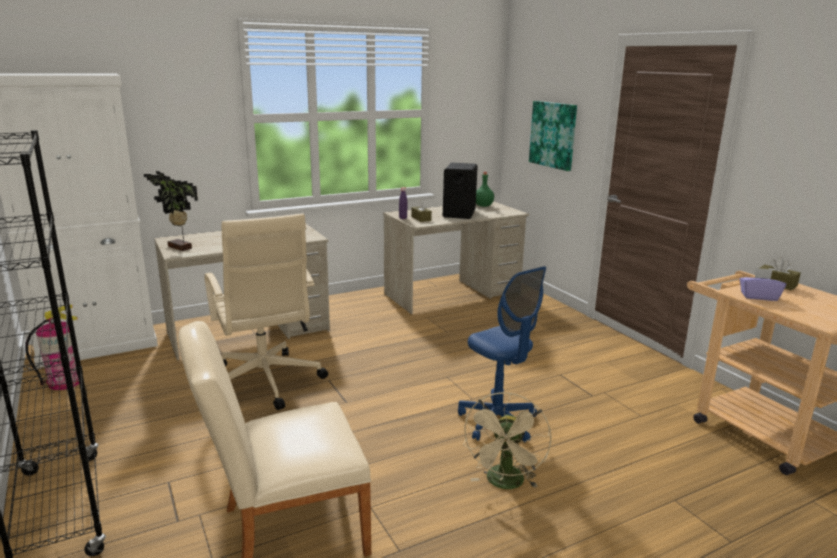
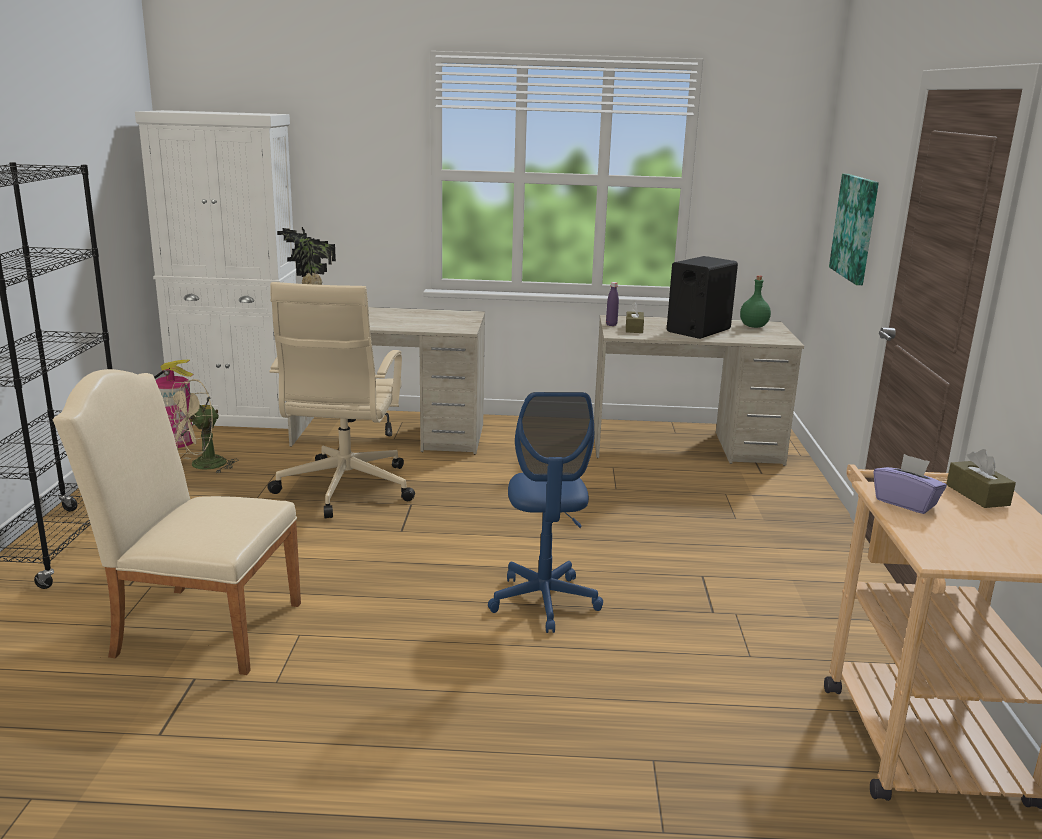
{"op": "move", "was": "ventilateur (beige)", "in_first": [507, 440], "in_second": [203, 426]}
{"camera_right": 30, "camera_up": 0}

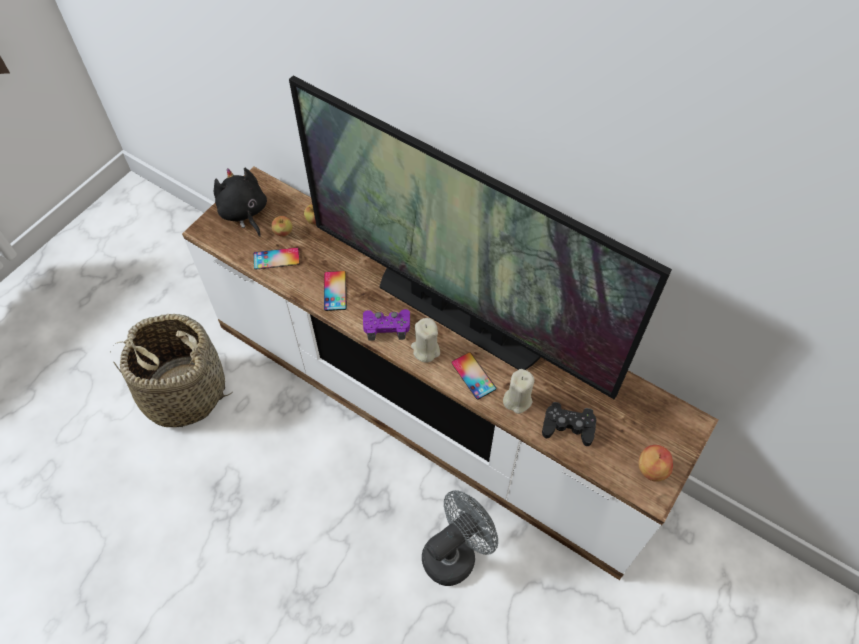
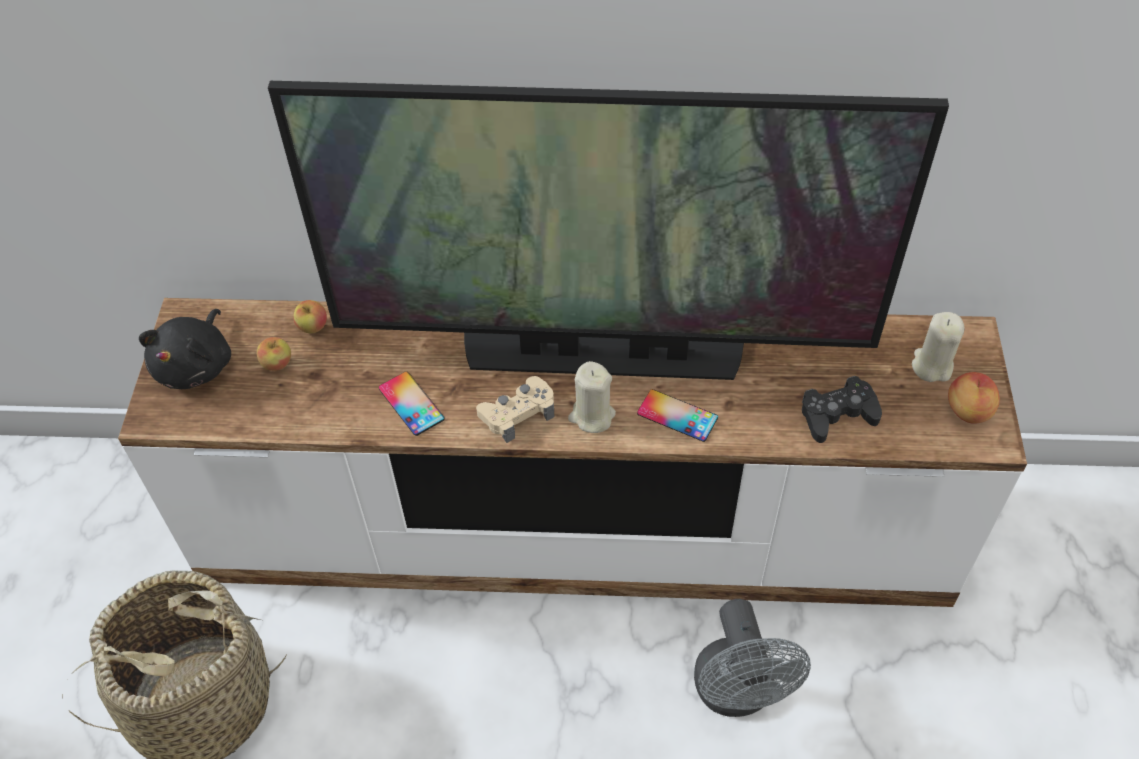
{"op": "rotate", "was": "peluche (noir)", "in_first": [240, 202], "in_second": [185, 349], "clockwise": -105}
{"op": "delete", "was": "téléphone", "in_first": [277, 259]}
{"op": "recolor", "was": "manette (violet)", "now": "manette (beige)", "in_first": [386, 325], "in_second": [515, 409]}
{"op": "move", "was": "bougie (beige)", "in_first": [519, 391], "in_second": [938, 347]}
{"op": "rotate", "was": "ventilateur (gris)", "in_first": [460, 538], "in_second": [752, 658], "clockwise": 150}
{"camera_right": -30, "camera_up": -5}

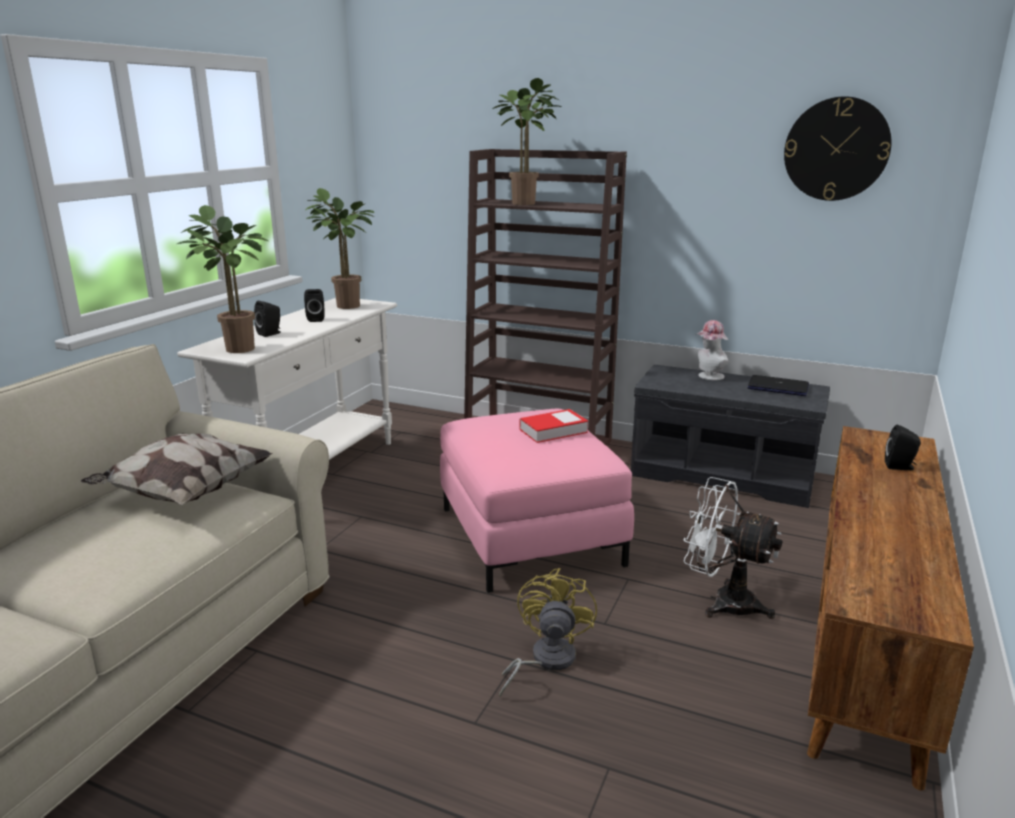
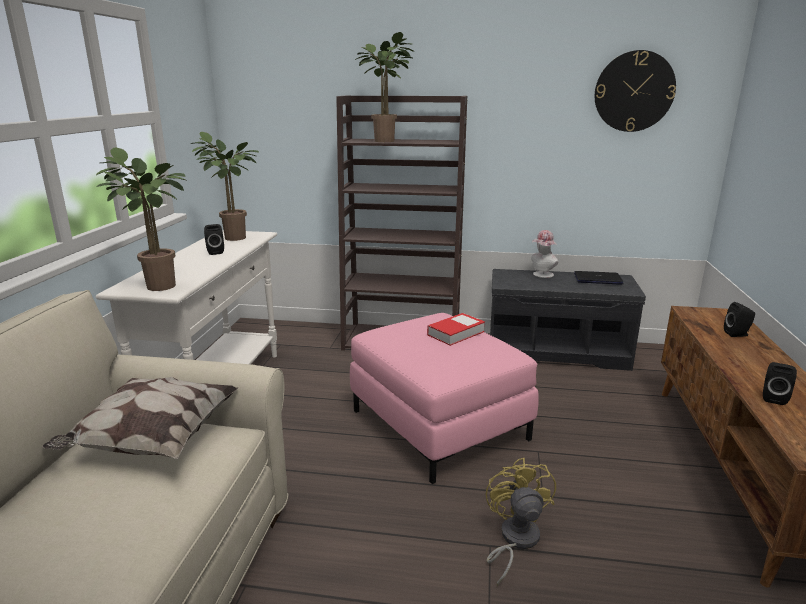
{"op": "move", "was": "enceinte (noir)", "in_first": [267, 319], "in_second": [780, 383]}
{"op": "delete", "was": "ventilateur (blanc)", "in_first": [733, 548]}
{"camera_right": -15, "camera_up": 0}

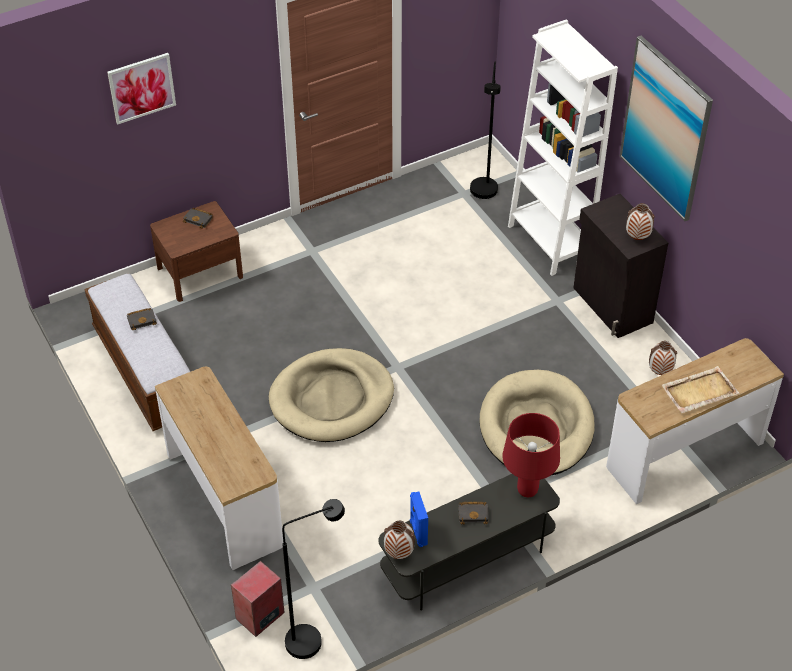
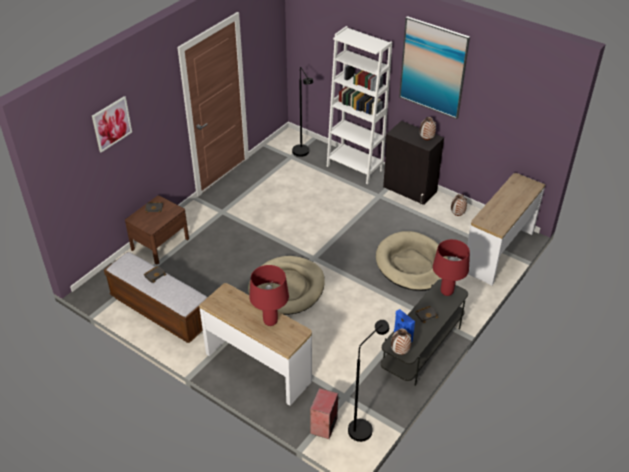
{"op": "delete", "was": "plateau (beige)", "in_first": [700, 389]}
{"op": "insert", "now": "lampe de table (rouge)", "in_second": [269, 295]}
{"camera_right": -25, "camera_up": -5}

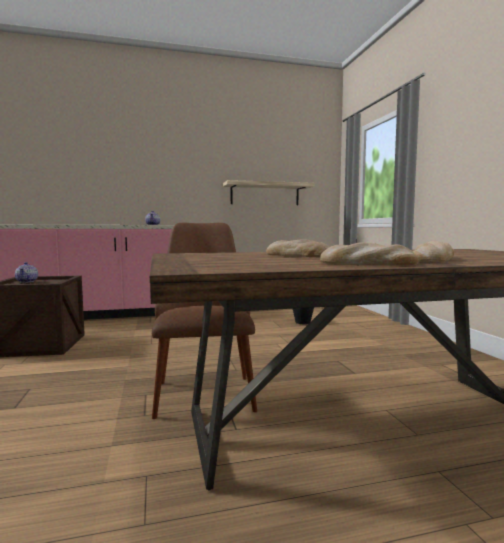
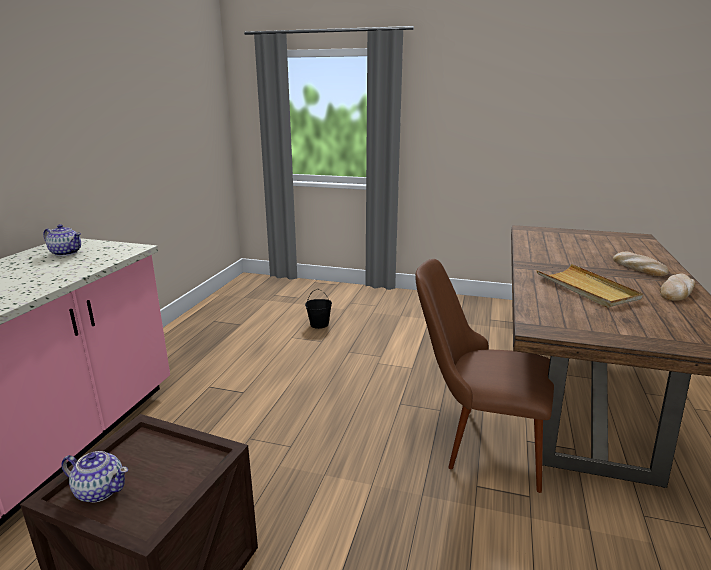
{"op": "delete", "was": "étagère", "in_first": [269, 192]}
{"op": "replace", "was": "pain", "now": "plateau (beige)", "in_first": [297, 248], "in_second": [589, 286]}
{"camera_right": -60, "camera_up": 15}

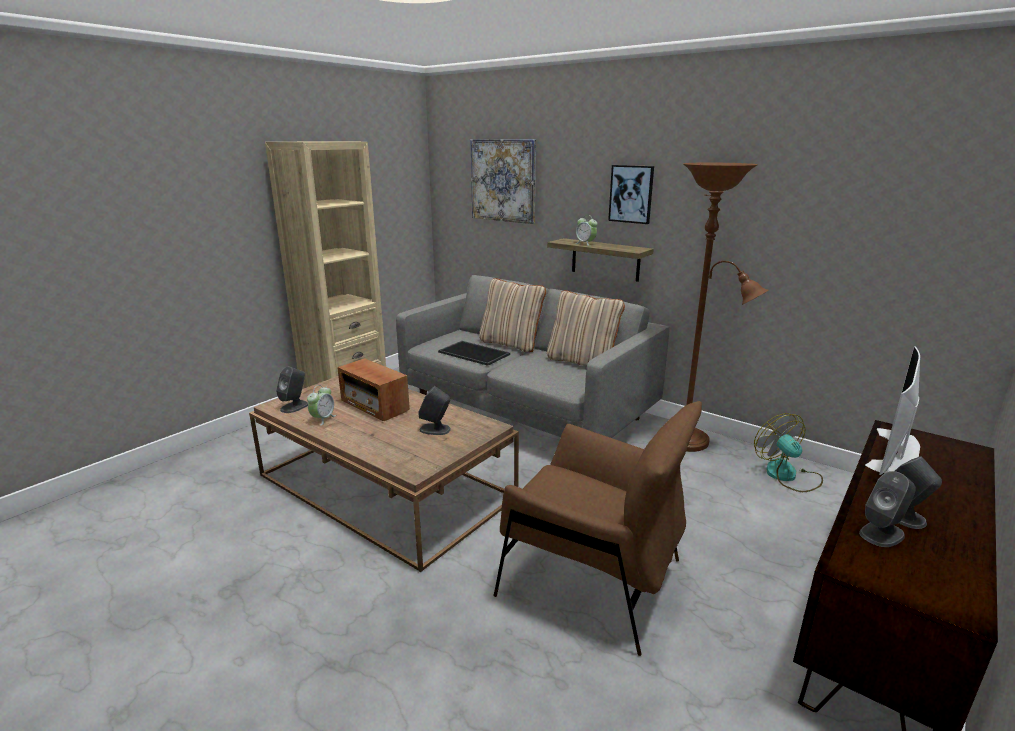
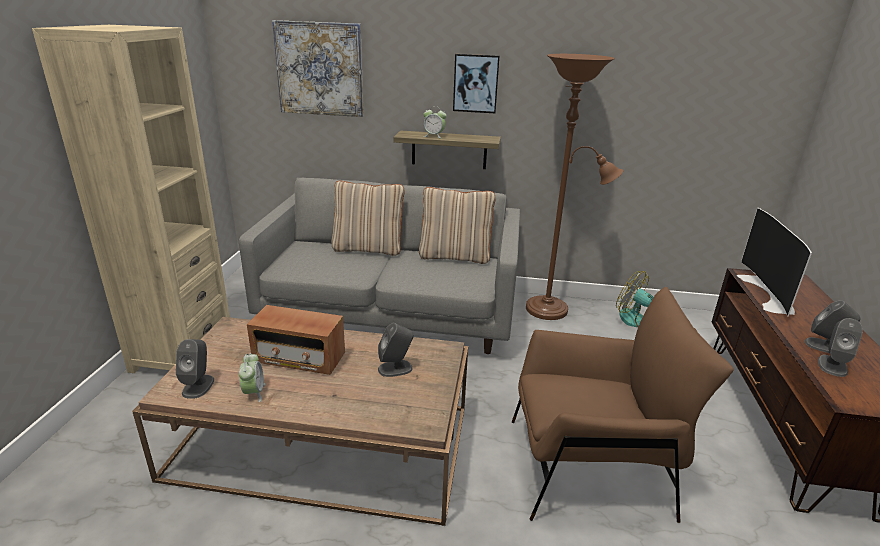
{"op": "delete", "was": "plateau", "in_first": [474, 353]}
{"camera_right": -30, "camera_up": 5}

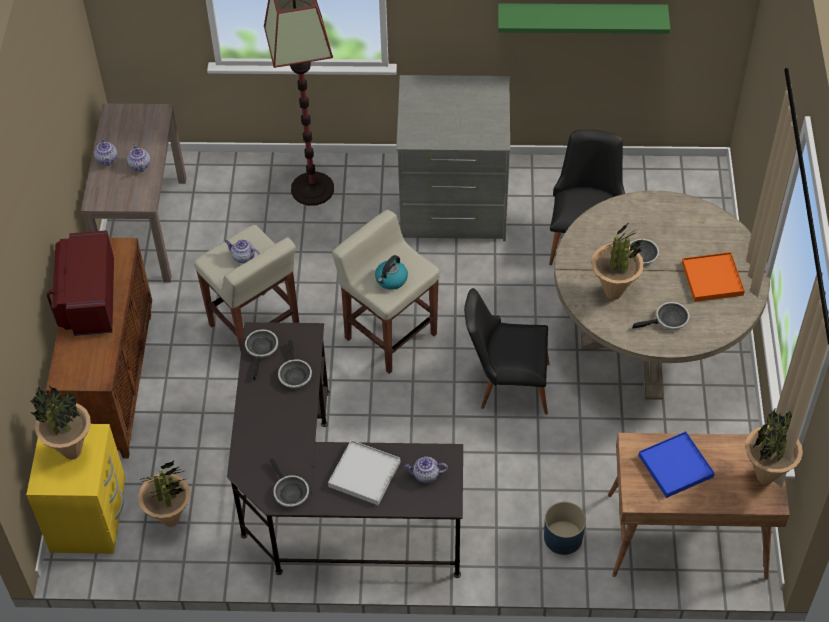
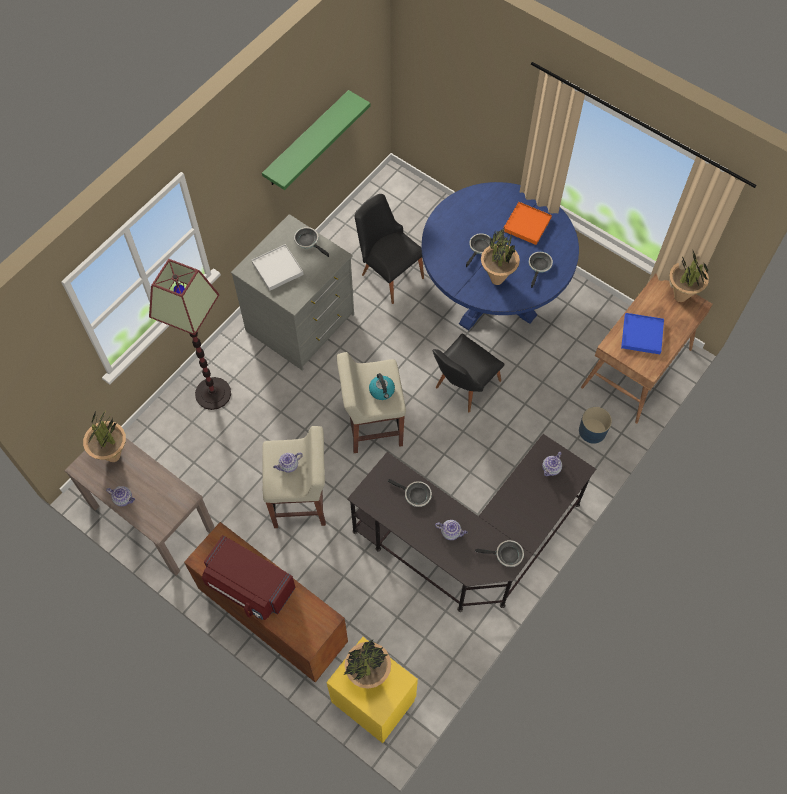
{"op": "move", "was": "théière", "in_first": [138, 157], "in_second": [451, 530]}
{"op": "recolor", "was": "table à manger (beige)", "now": "table à manger (bleu)", "in_first": [662, 295], "in_second": [500, 256]}
{"op": "move", "was": "poêle", "in_first": [261, 355], "in_second": [311, 242]}
{"op": "move", "was": "plateau (blanc)", "in_first": [364, 472], "in_second": [278, 267]}
{"op": "move", "was": "plante en pot", "in_first": [164, 494], "in_second": [104, 436]}
{"camera_right": -55, "camera_up": 10}

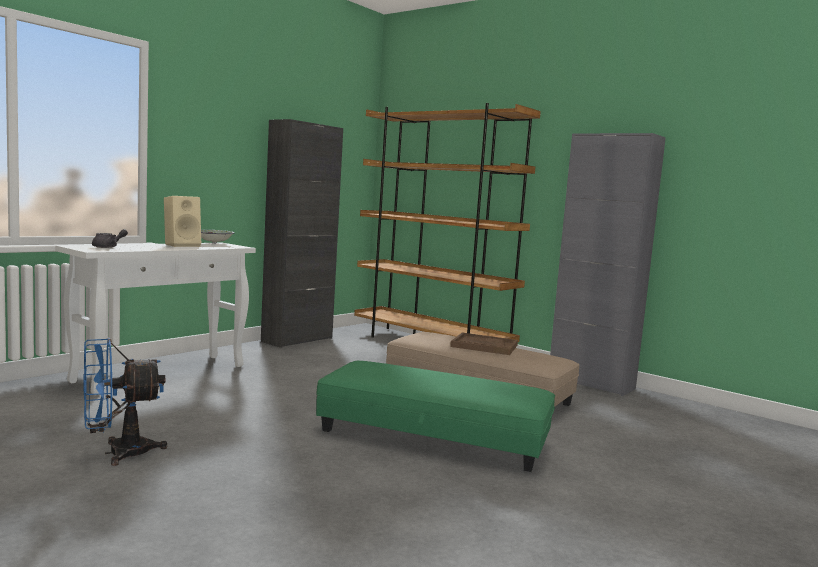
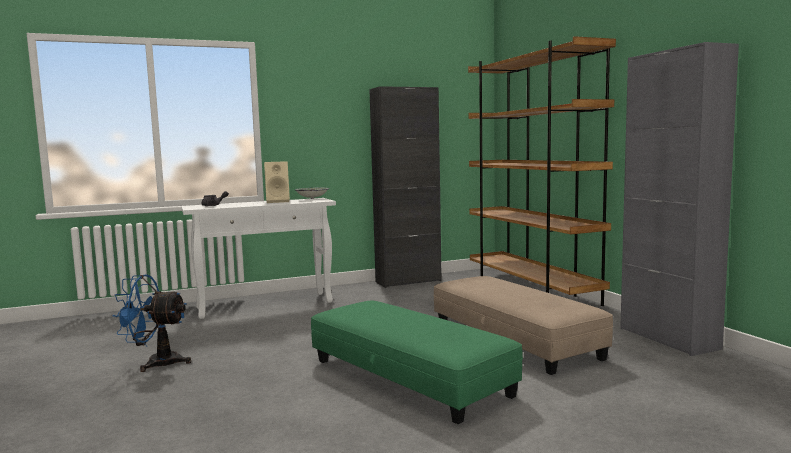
{"op": "delete", "was": "plateau (marron)", "in_first": [484, 344]}
{"camera_right": 30, "camera_up": 0}

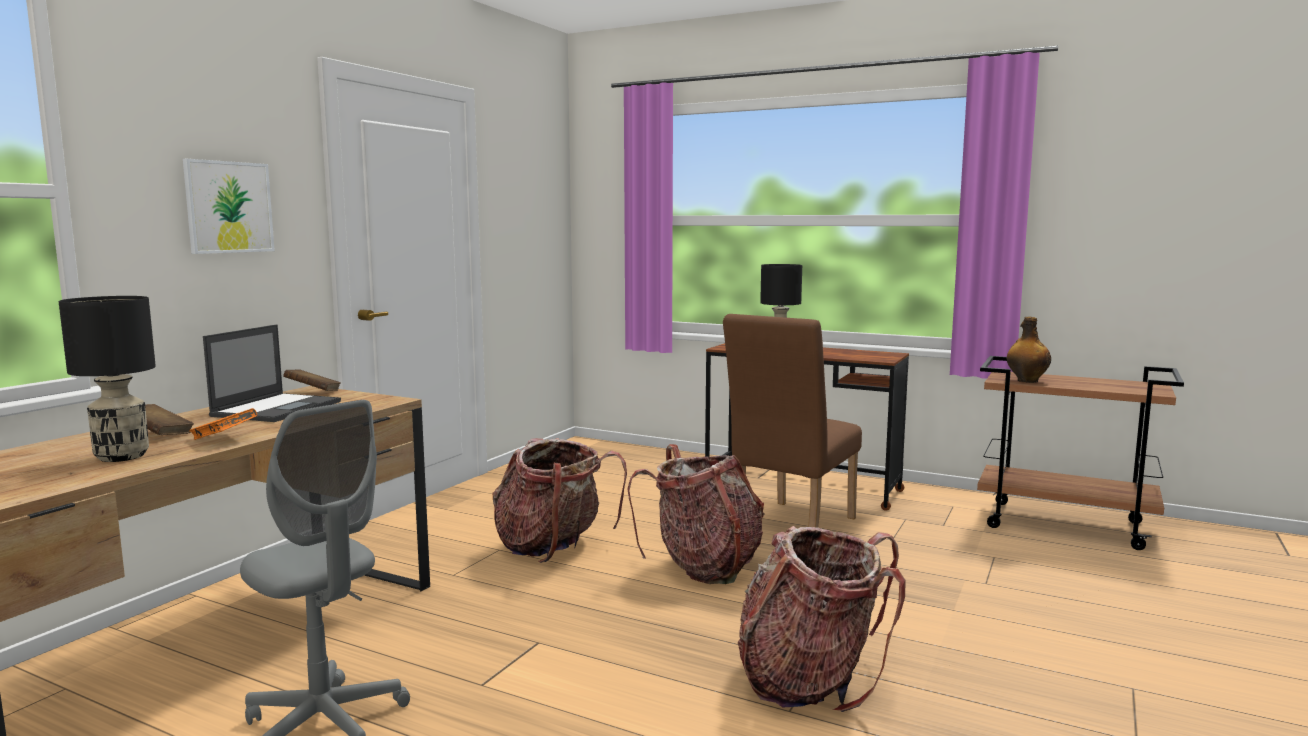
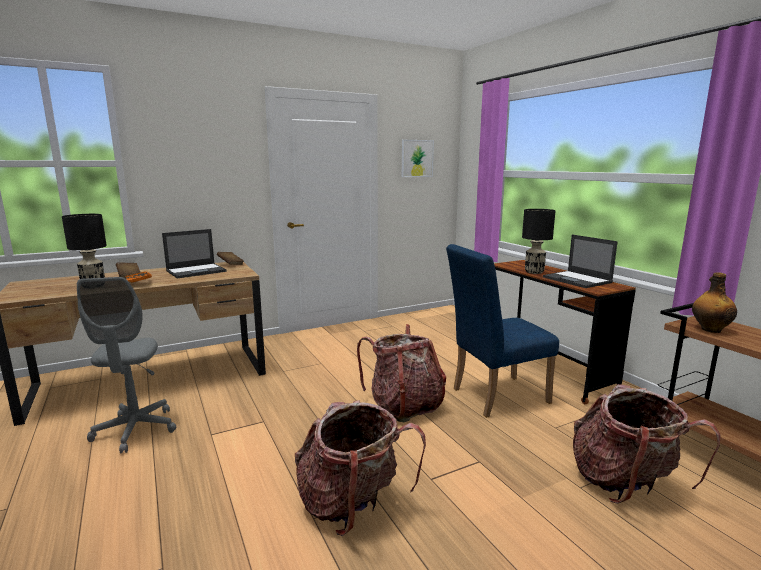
{"op": "move", "was": "tableau", "in_first": [229, 206], "in_second": [418, 158]}
{"op": "recolor", "was": "chaise (marron)", "now": "chaise (bleu)", "in_first": [792, 421], "in_second": [502, 331]}
{"op": "move", "was": "sac à dos", "in_first": [560, 500], "in_second": [646, 444]}
{"op": "insert", "now": "ordinateur portable", "in_second": [580, 261]}
{"camera_right": 35, "camera_up": 5}

